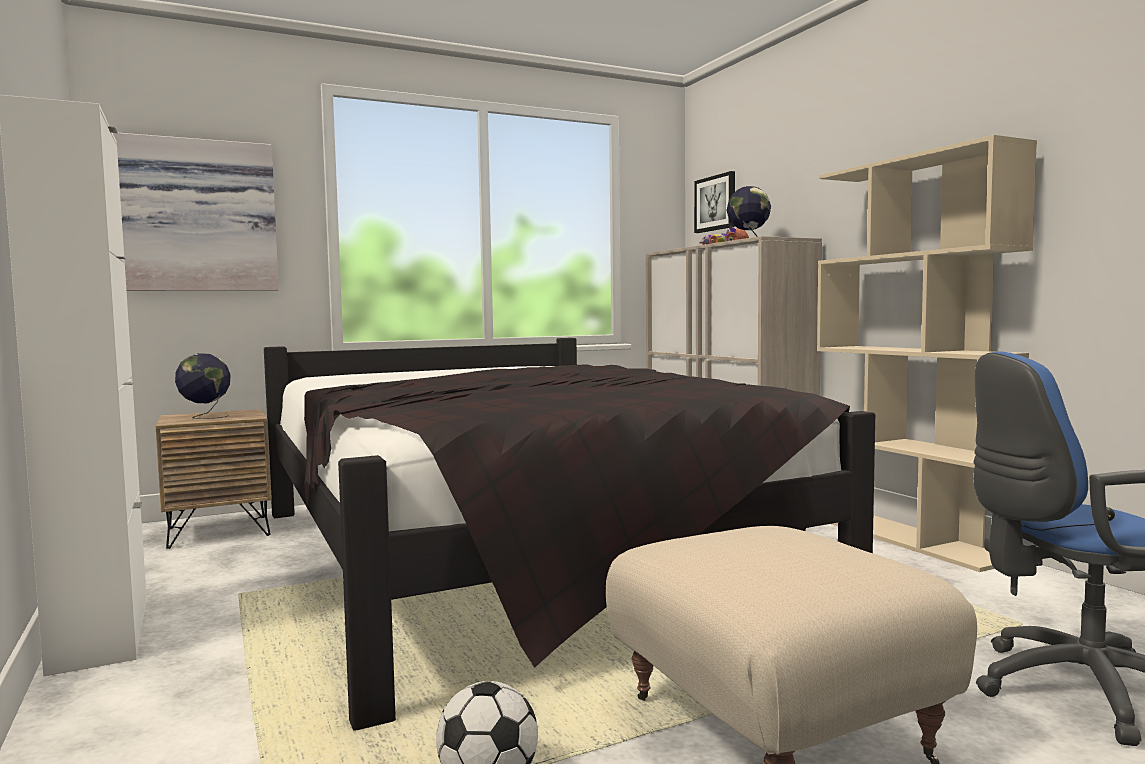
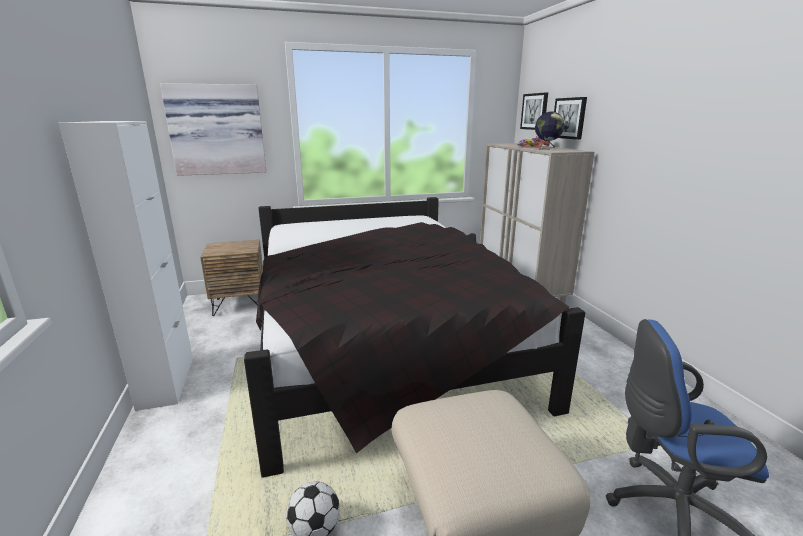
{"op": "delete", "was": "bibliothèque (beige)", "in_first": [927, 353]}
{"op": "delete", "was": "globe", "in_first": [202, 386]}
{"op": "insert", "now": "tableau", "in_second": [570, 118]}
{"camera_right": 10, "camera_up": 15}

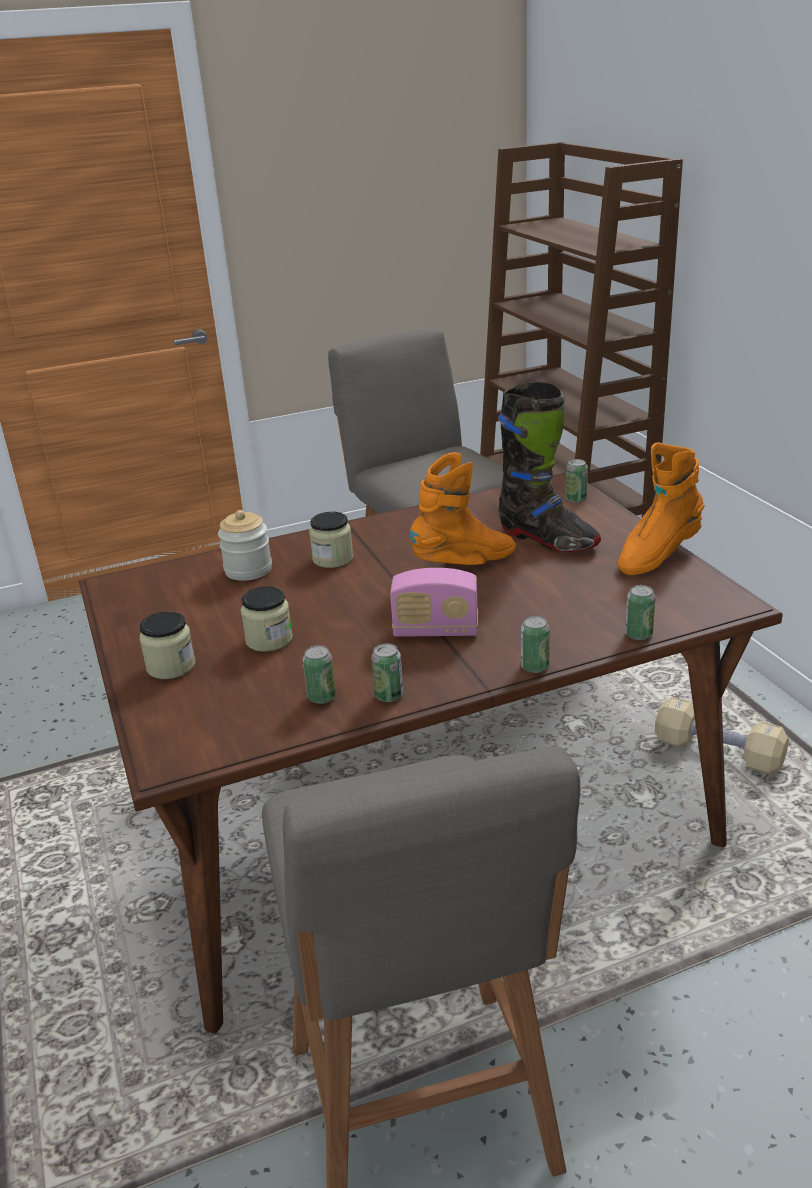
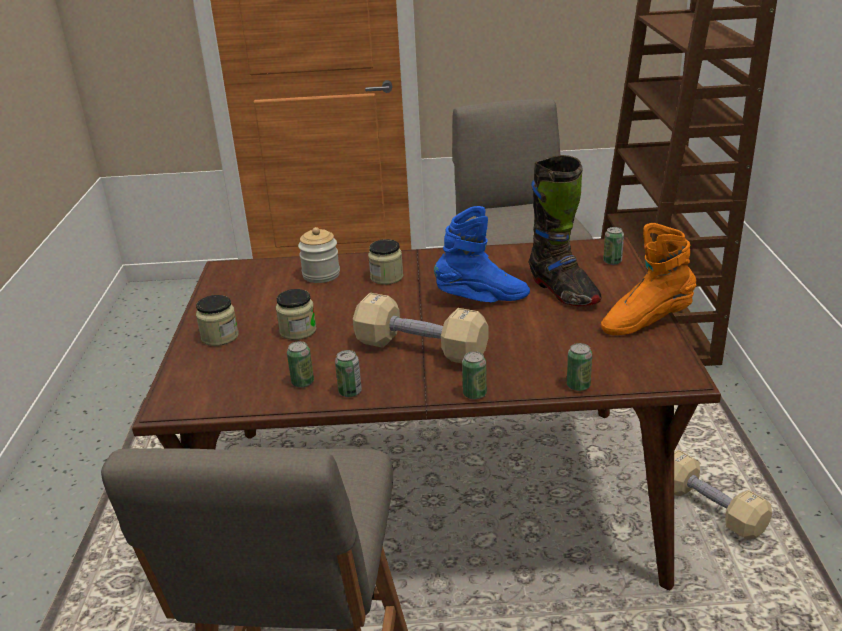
{"op": "recolor", "was": "botte (orange)", "now": "botte (bleu)", "in_first": [462, 508], "in_second": [482, 254]}
{"op": "replace", "was": "radio", "now": "haltère (beige)", "in_first": [434, 602], "in_second": [421, 328]}
{"camera_right": 20, "camera_up": 0}

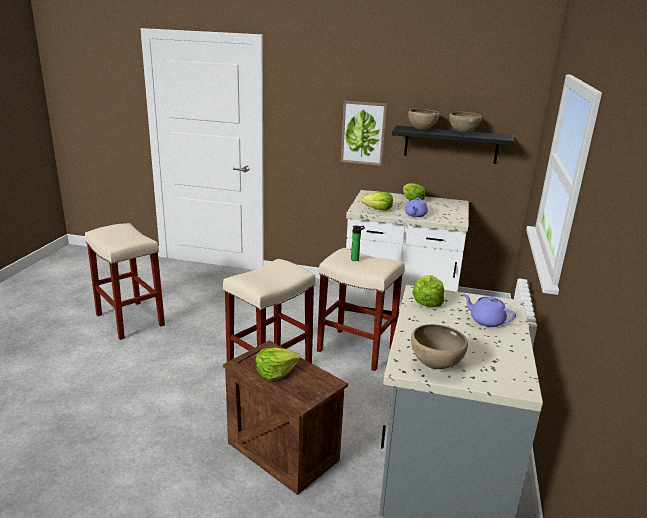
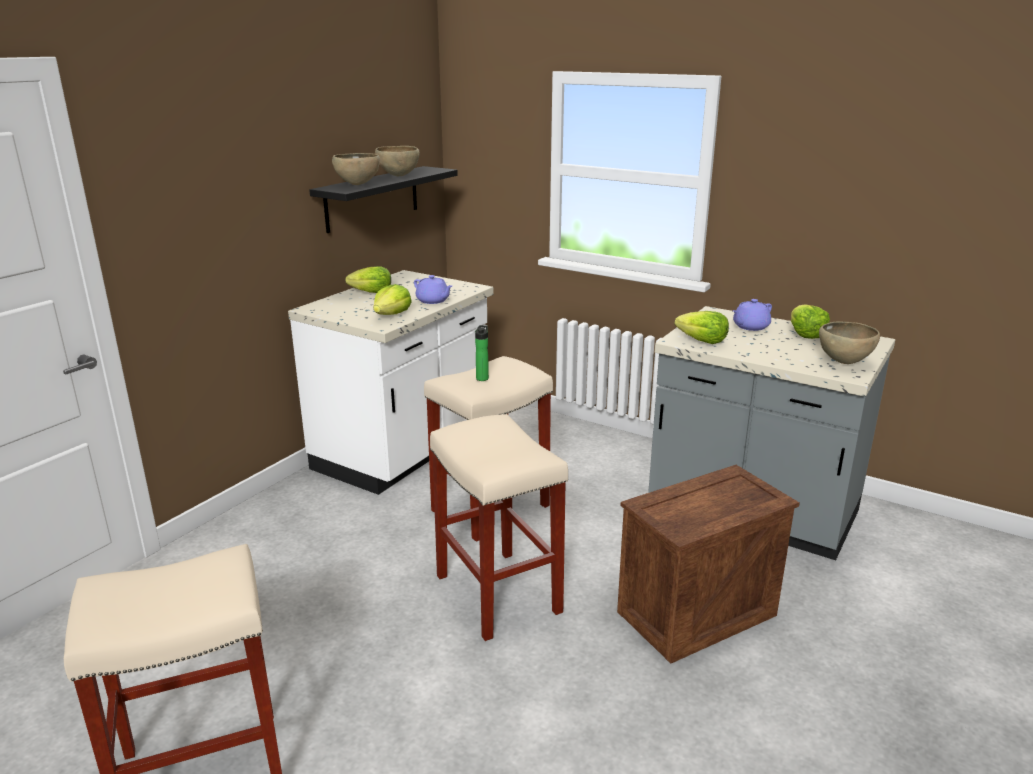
{"op": "delete", "was": "tableau", "in_first": [364, 133]}
{"op": "move", "was": "laitue", "in_first": [277, 364], "in_second": [810, 322]}
{"camera_right": -70, "camera_up": 0}

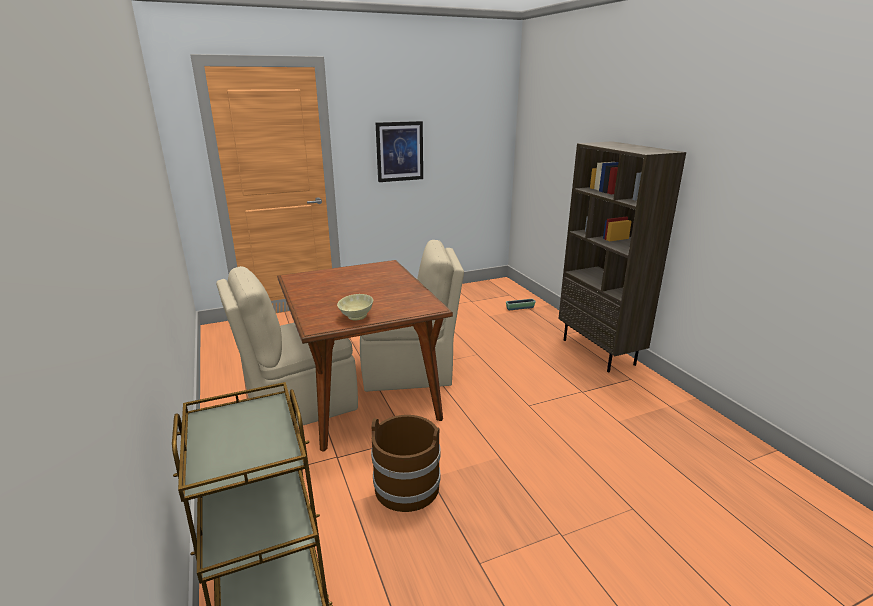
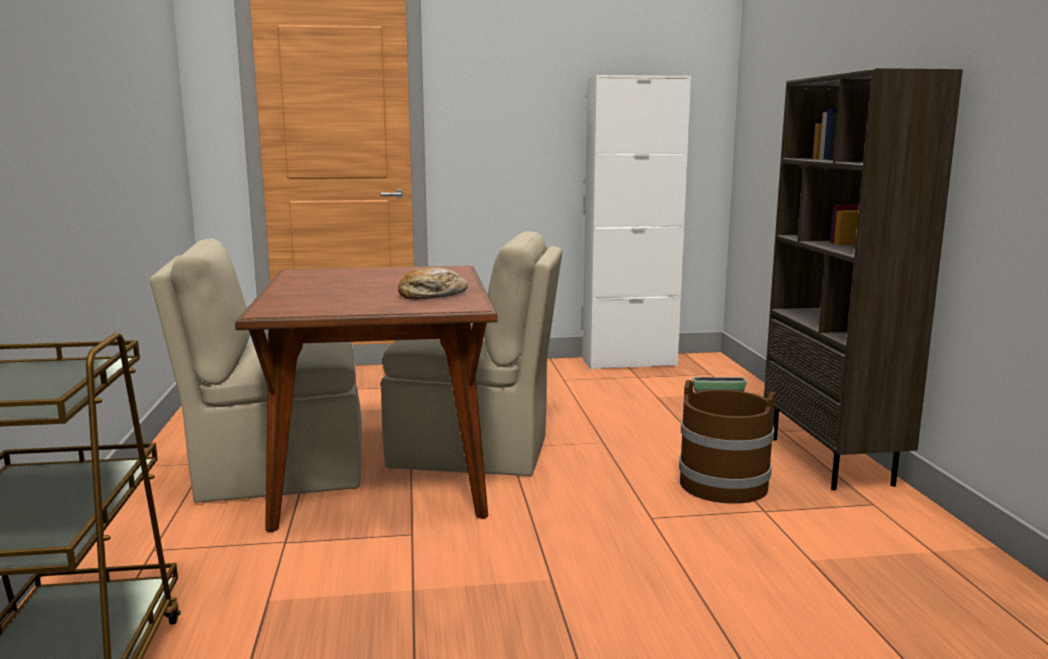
{"op": "delete", "was": "tableau", "in_first": [399, 151]}
{"op": "delete", "was": "bol (beige)", "in_first": [355, 307]}
{"op": "move", "was": "seau (marron)", "in_first": [406, 463], "in_second": [727, 442]}
{"op": "insert", "now": "meuble de rangement (blanc)", "in_second": [637, 222]}
{"op": "insert", "now": "pain", "in_second": [433, 284]}
{"camera_right": 15, "camera_up": -10}

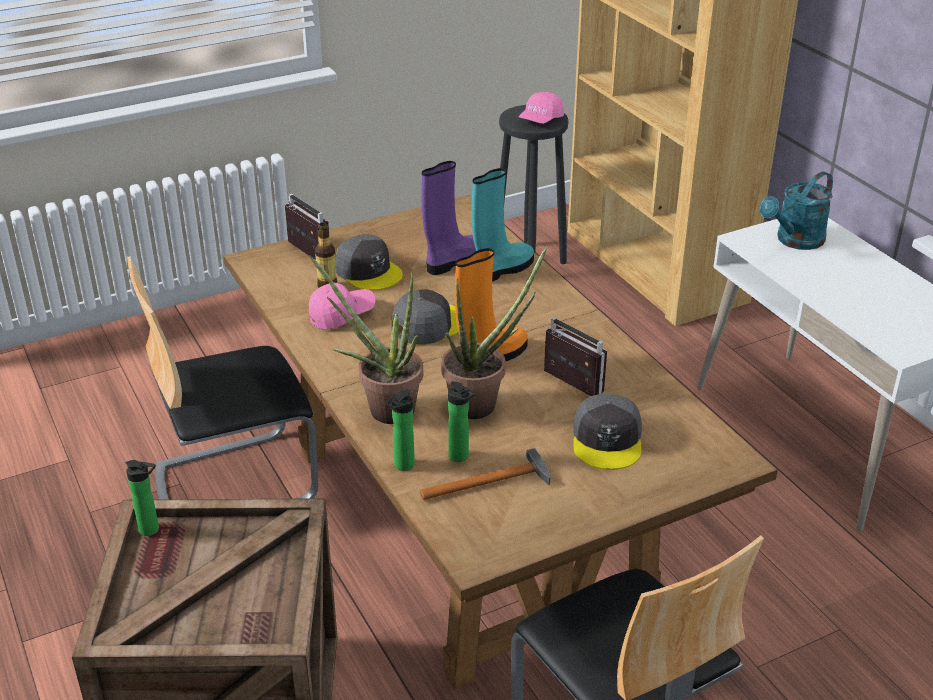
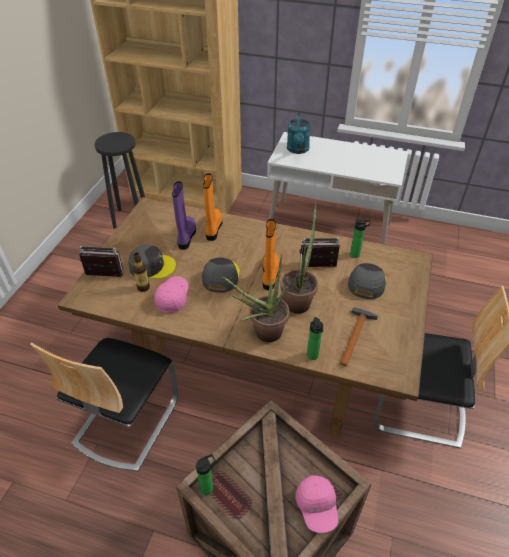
{"op": "move", "was": "casquette (rose)", "in_first": [541, 108], "in_second": [316, 504]}
{"op": "recolor", "was": "botte (turquoise)", "now": "botte (orange)", "in_first": [503, 225], "in_second": [212, 207]}
{"op": "move", "was": "bouteille", "in_first": [461, 421], "in_second": [360, 239]}
{"op": "rotate", "was": "casquette (gris)", "in_first": [607, 432], "in_second": [367, 281], "clockwise": -120}
{"camera_right": -45, "camera_up": 10}

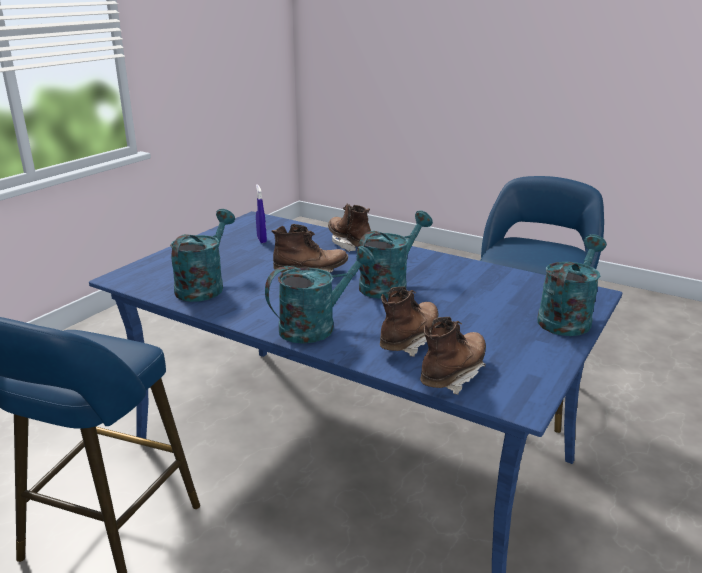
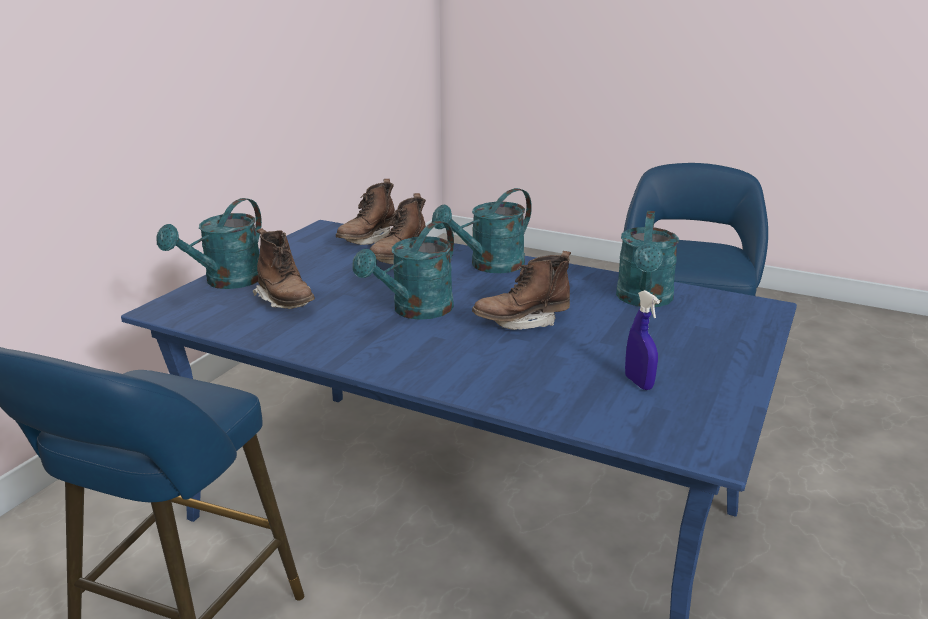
{"op": "move", "was": "botte (marron)", "in_first": [349, 227], "in_second": [284, 268]}
{"camera_right": 175, "camera_up": 0}

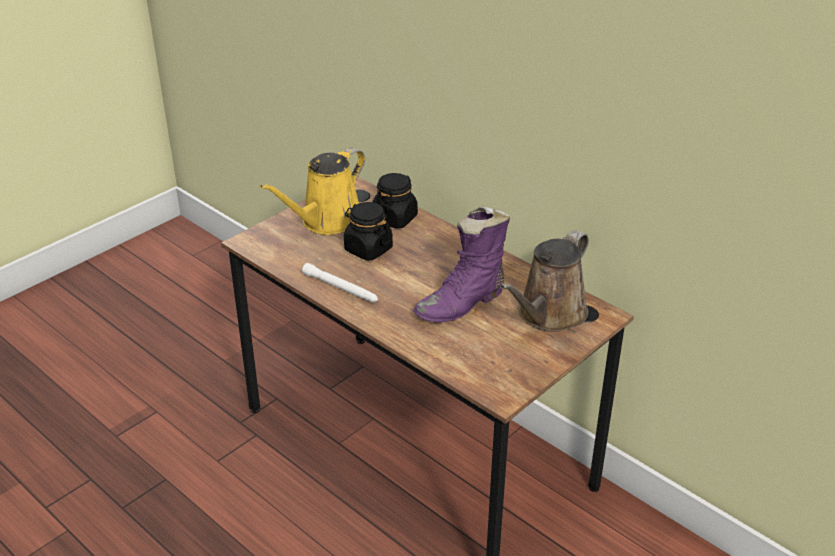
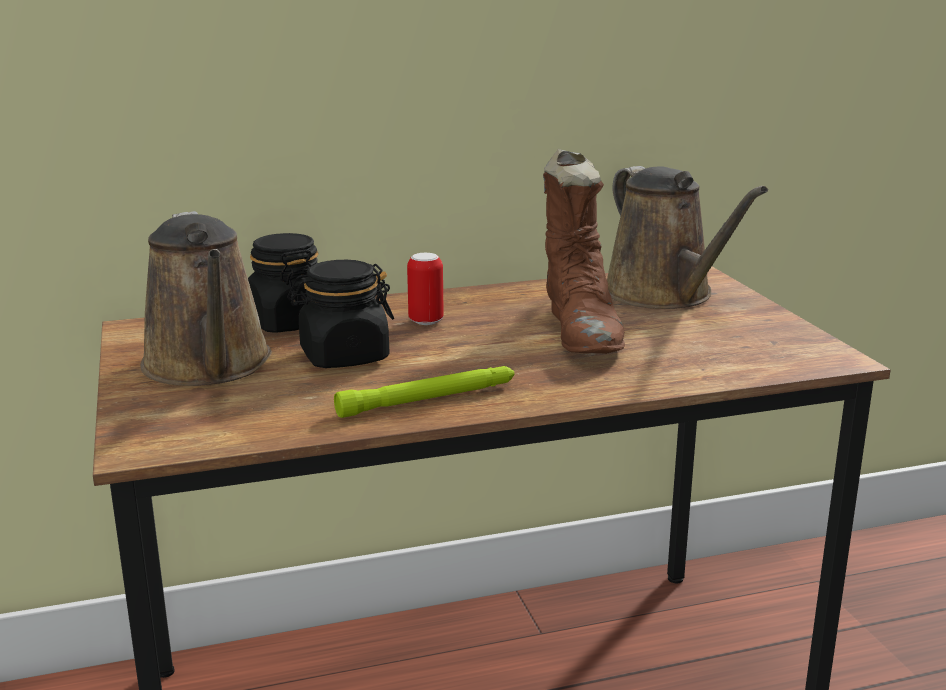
{"op": "recolor", "was": "arrosoir (jaune)", "now": "arrosoir (marron)", "in_first": [312, 191], "in_second": [206, 298]}
{"op": "recolor", "was": "botte (violet)", "now": "botte (marron)", "in_first": [461, 263], "in_second": [584, 251]}
{"op": "recolor", "was": "lampe de poche (blanc)", "now": "lampe de poche (vert)", "in_first": [340, 282], "in_second": [424, 392]}
{"op": "insert", "now": "boîte métallique", "in_second": [425, 289]}
{"camera_right": -60, "camera_up": -15}

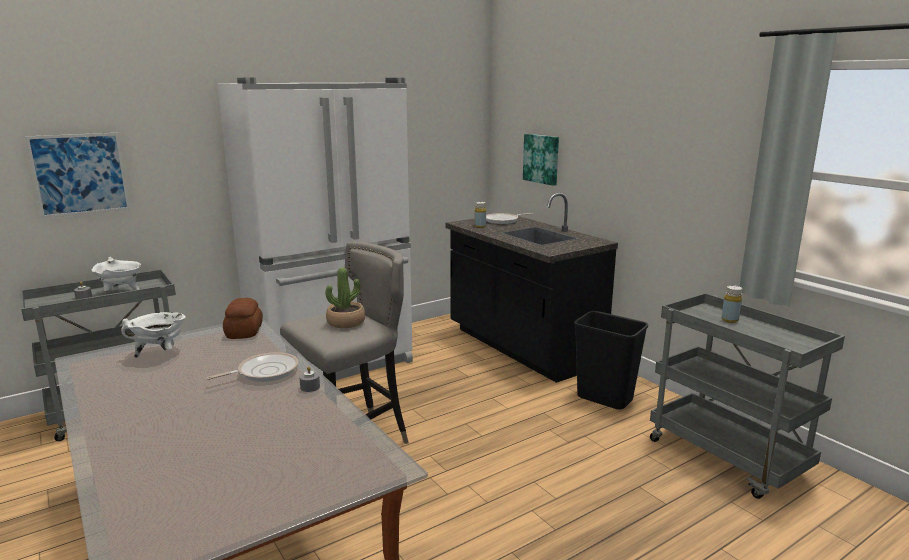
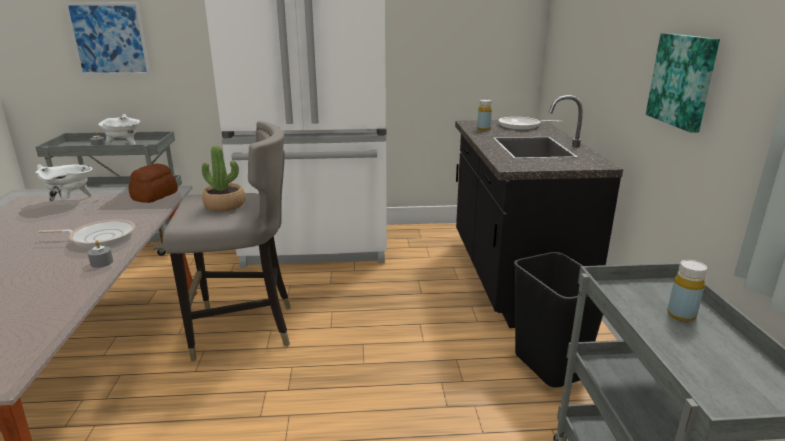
{"op": "move", "was": "tableau", "in_first": [541, 160], "in_second": [683, 83]}
{"camera_right": 30, "camera_up": 5}

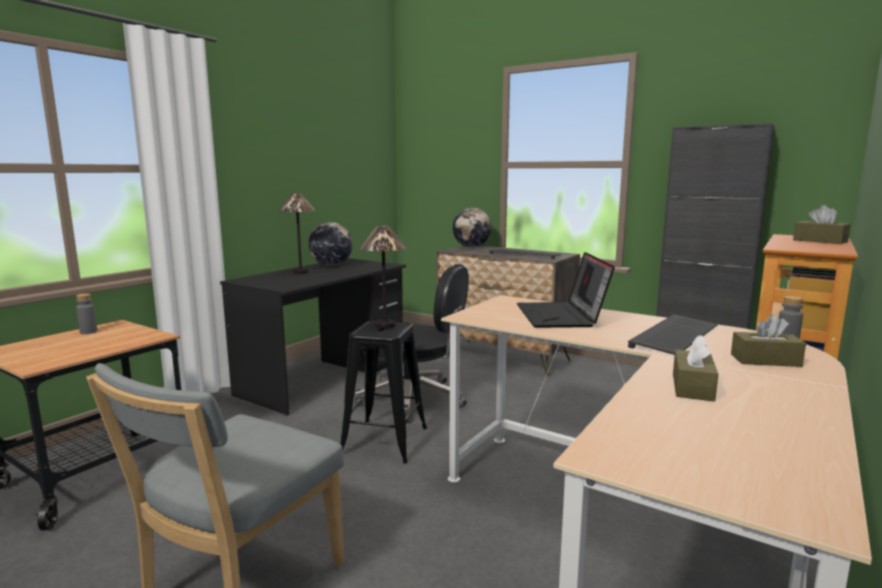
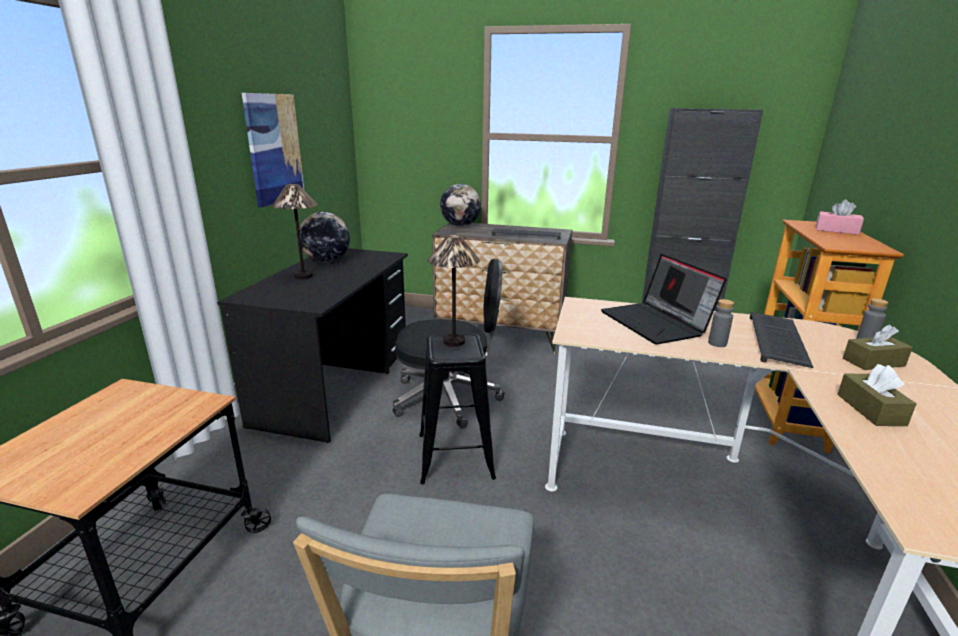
{"op": "recolor", "was": "boîte à mouchoirs (marron)", "now": "boîte à mouchoirs (rose)", "in_first": [822, 224], "in_second": [840, 217]}
{"op": "move", "was": "bouteille (gris)", "in_first": [86, 314], "in_second": [721, 323]}
{"op": "insert", "now": "tableau", "in_second": [273, 150]}
{"camera_right": -20, "camera_up": 10}

